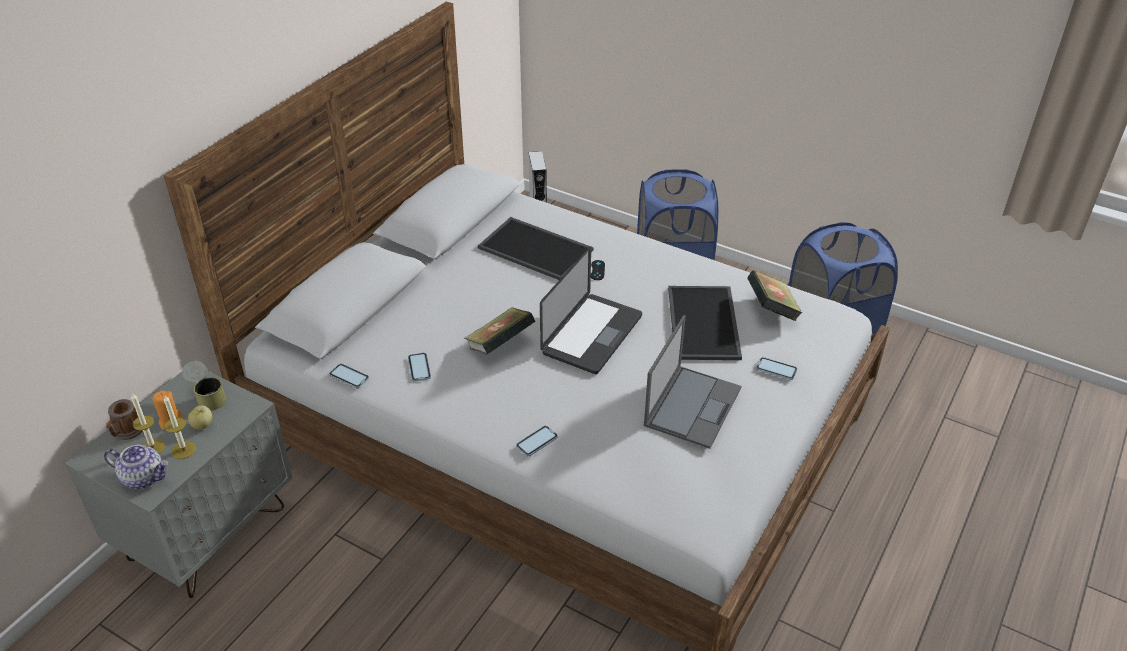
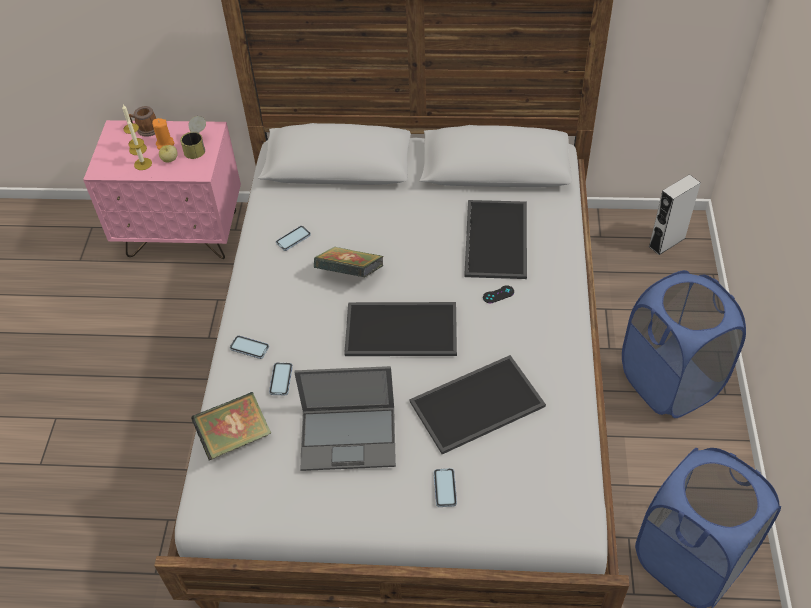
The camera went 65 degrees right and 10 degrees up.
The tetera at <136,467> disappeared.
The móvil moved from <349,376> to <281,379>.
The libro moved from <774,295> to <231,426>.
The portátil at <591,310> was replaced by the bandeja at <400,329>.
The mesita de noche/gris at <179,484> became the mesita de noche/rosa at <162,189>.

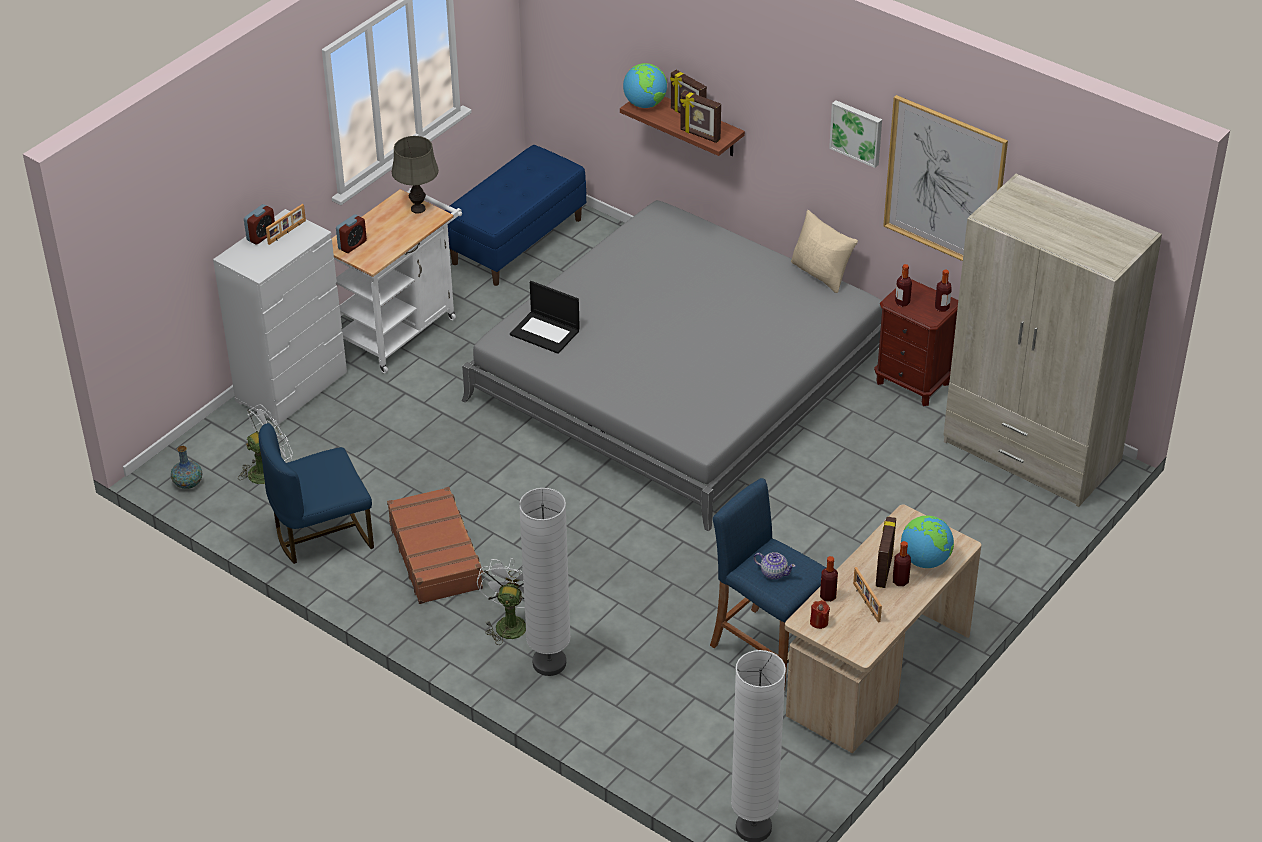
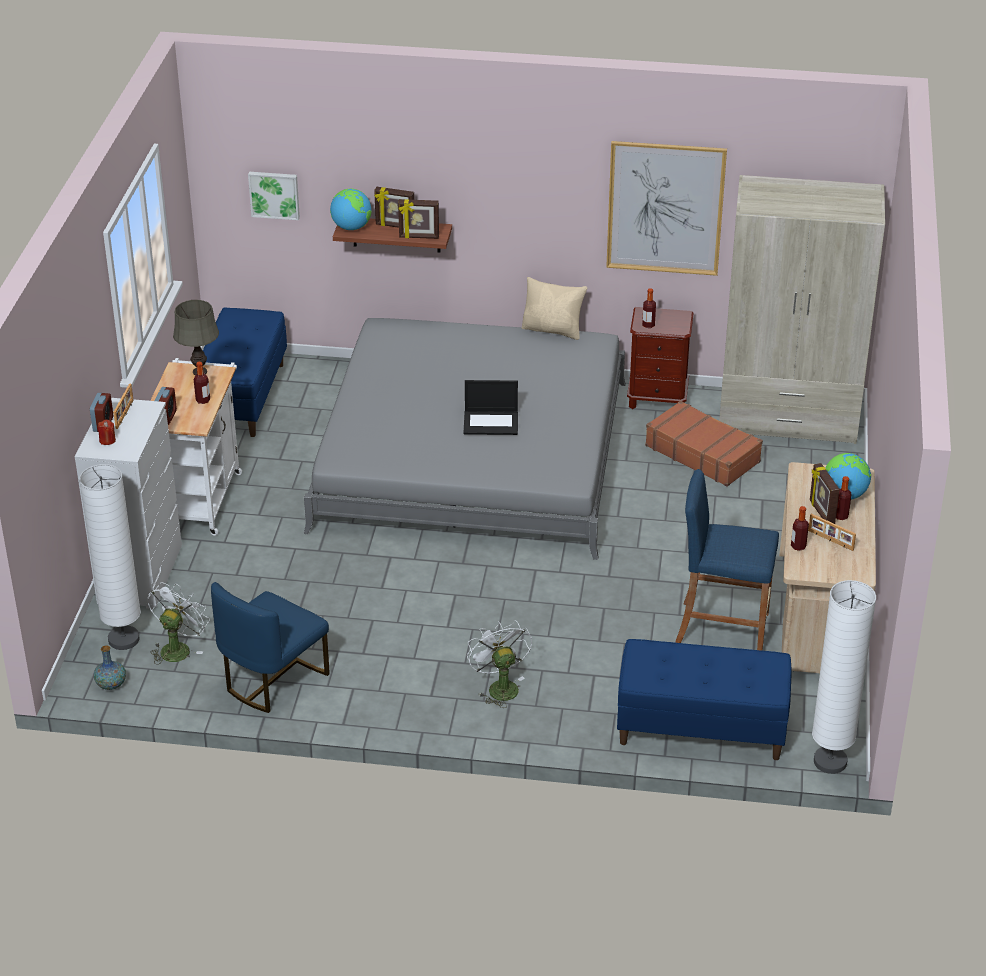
The camera went 30 degrees left and 5 degrees down.
The tetera at <775,566> disappeared.
The banco/azul at <704,699> appeared.
The maleta/marrón moved from <436,545> to <704,444>.
The portátil moved from <545,317> to <491,407>.
The lámpara de pie/blanco moved from <545,582> to <110,557>.
The vela/rojo moved from <820,614> to <106,432>.
The cuadro moved from <855,134> to <274,196>.
The botella moved from <943,290> to <202,383>.

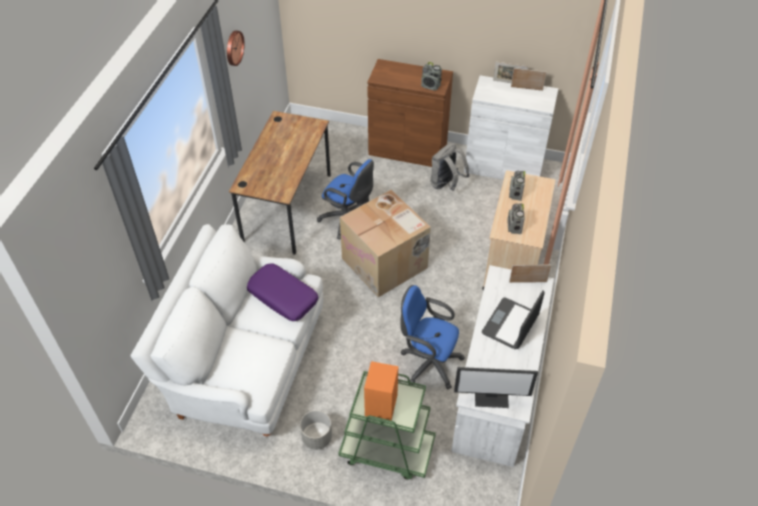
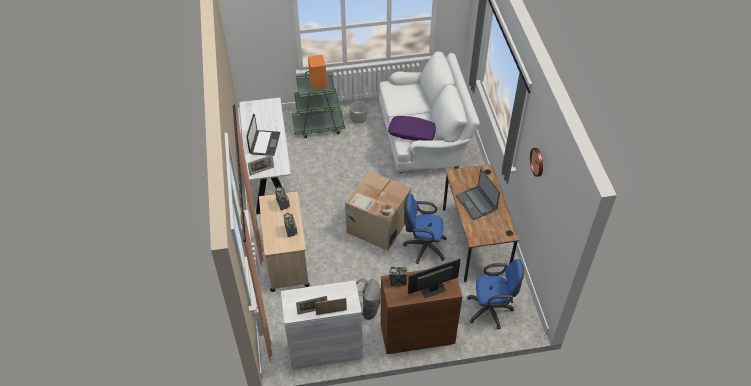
The camera went 155 degrees right and 0 degrees up.
The portátil at <478,194> appeared.
The silla de oficina/azul moved from <432,337> to <495,294>.
The monitor moved from <496,387> to <434,278>.

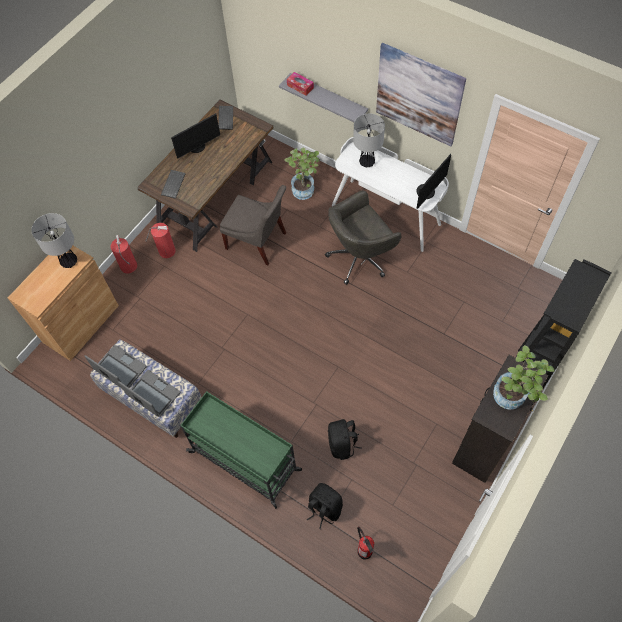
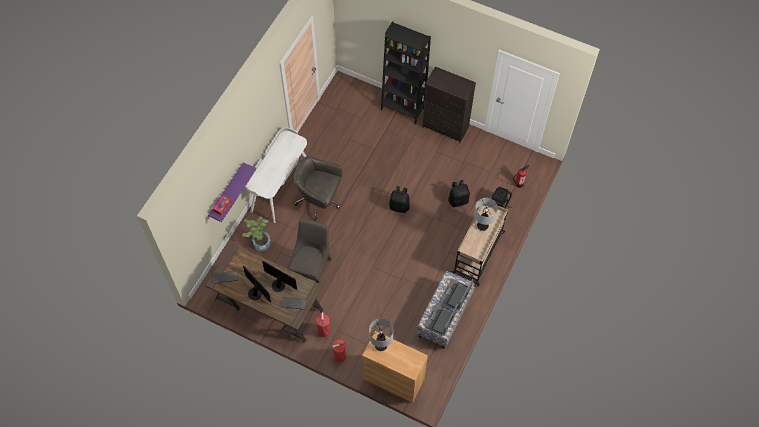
The camera went 100 degrees left and 0 degrees up.
The cuadro at <421,94> disappeared.
The planta en maceta at <524,377> disappeared.
The mochila/negro at <399,199> appeared.
The lámpara de mesa moved from <369,140> to <486,214>.
The monitor moved from <433,181> to <279,276>.
The carrito/verde at <241,450> became the carrito/beis at <479,243>.
The estante/gris at <323,97> became the estante/morado at <232,192>.
The silla de oficina/gris at <363,237> turned 150 degrees clockwise.

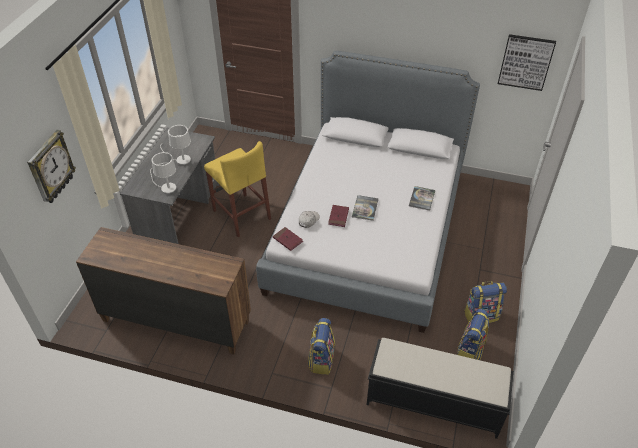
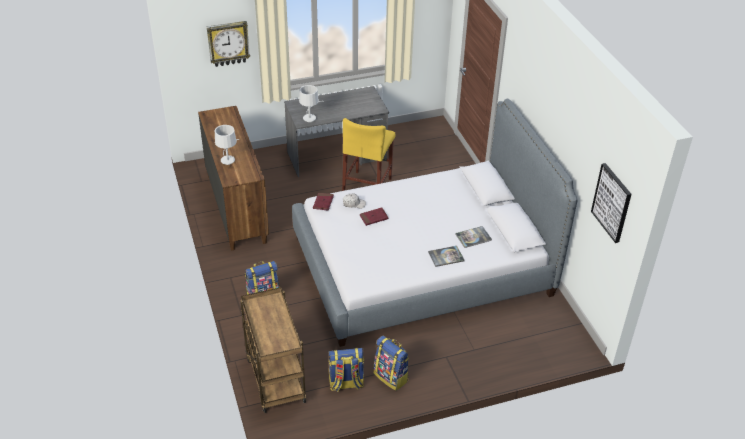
The camera went 55 degrees right and 5 degrees down.
The lámpara de mesa/blanco moved from <175,145> to <227,145>.
The libro moved from <365,208> to <473,237>.
The banco/negro at <440,388> was replaced by the carrito/marrón at <273,350>.

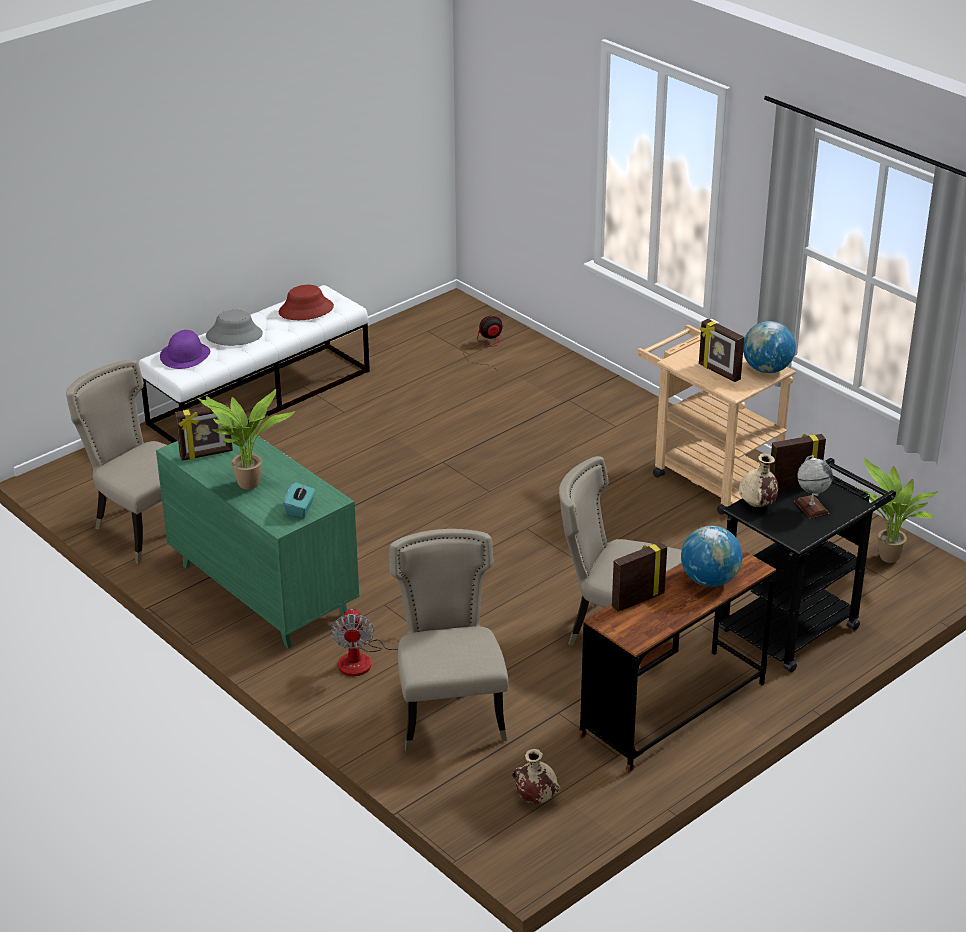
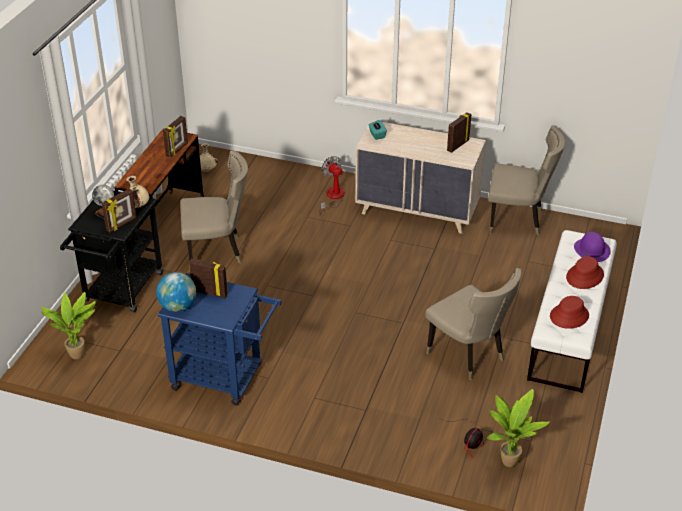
The camera went 150 degrees right and 5 degrees up.
The globo terráqueo at <711,556> disappeared.
The planta en maceta moved from <246,439> to <518,428>.
The silla/beis moved from <449,640> to <473,324>.
The cómoda/verde at <257,541> became the cómoda/beis at <420,177>.
The sombrero/gris at <234,328> became the sombrero/rojo at <585,272>.
The carrito/beis at <716,420> became the carrito/azul at <220,339>.

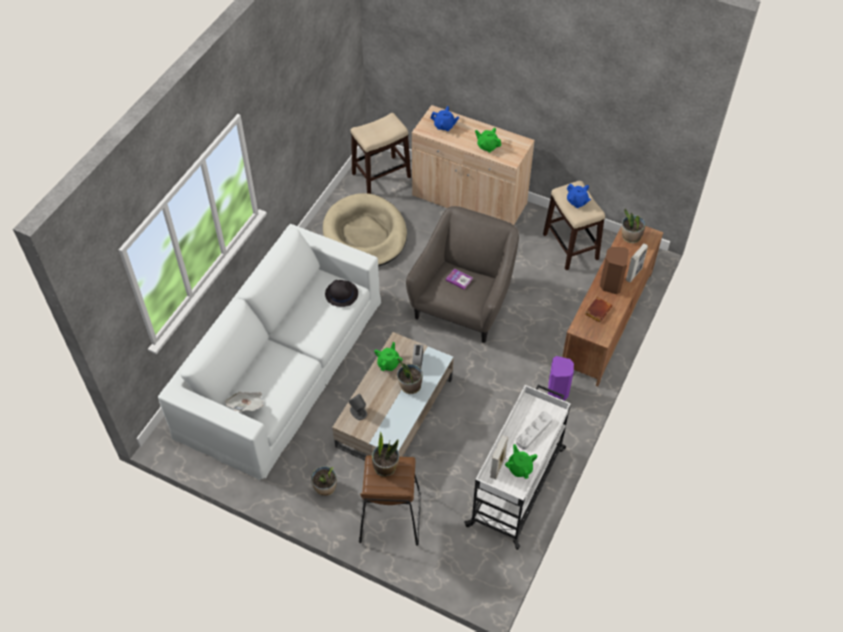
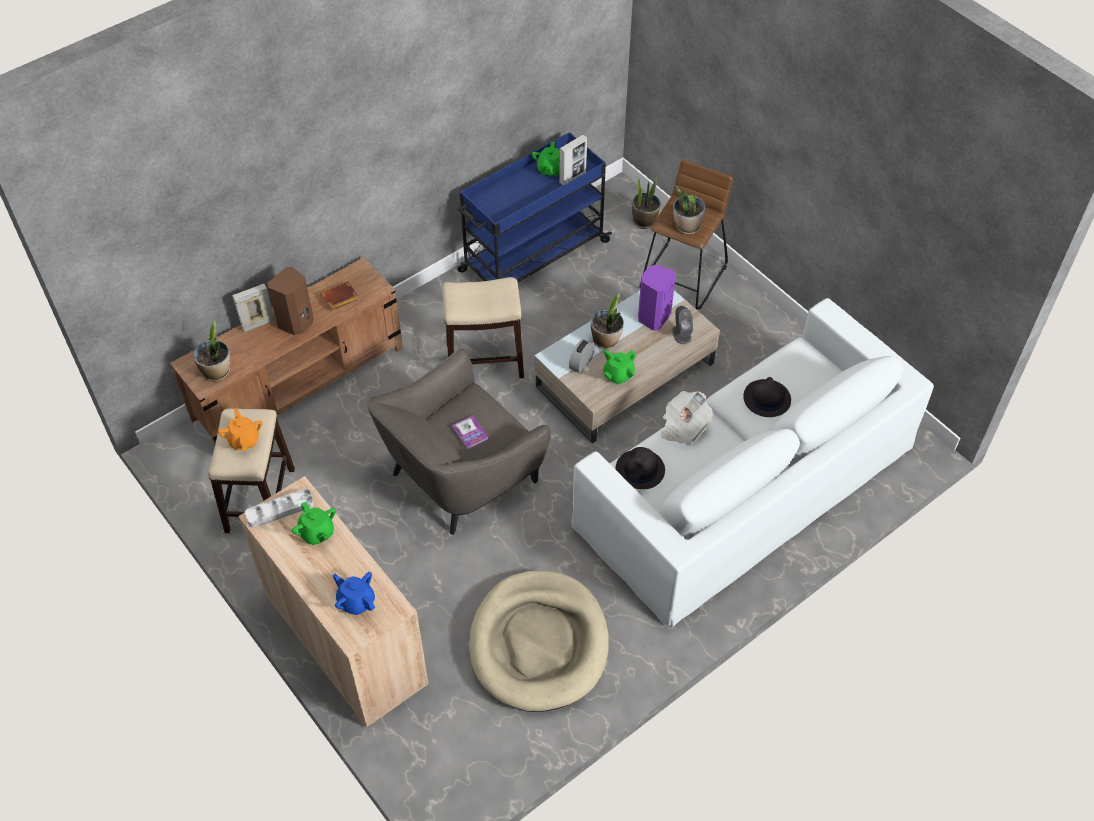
The camera went 155 degrees left and 0 degrees up.
The sombrero/negro at <767,397> appeared.
The periódico moved from <245,401> to <687,418>.
The planta en maceta moved from <324,481> to <646,203>.
The taburete moved from <381,153> to <483,327>.
The bandeja/gris moved from <534,430> to <279,508>.
The altavoz/morado moved from <561,378> to <657,298>.
The carrito/blanco at <517,467> became the carrito/azul at <534,207>.
The tetera/azul at <579,196> became the tetera/naranja at <240,429>.

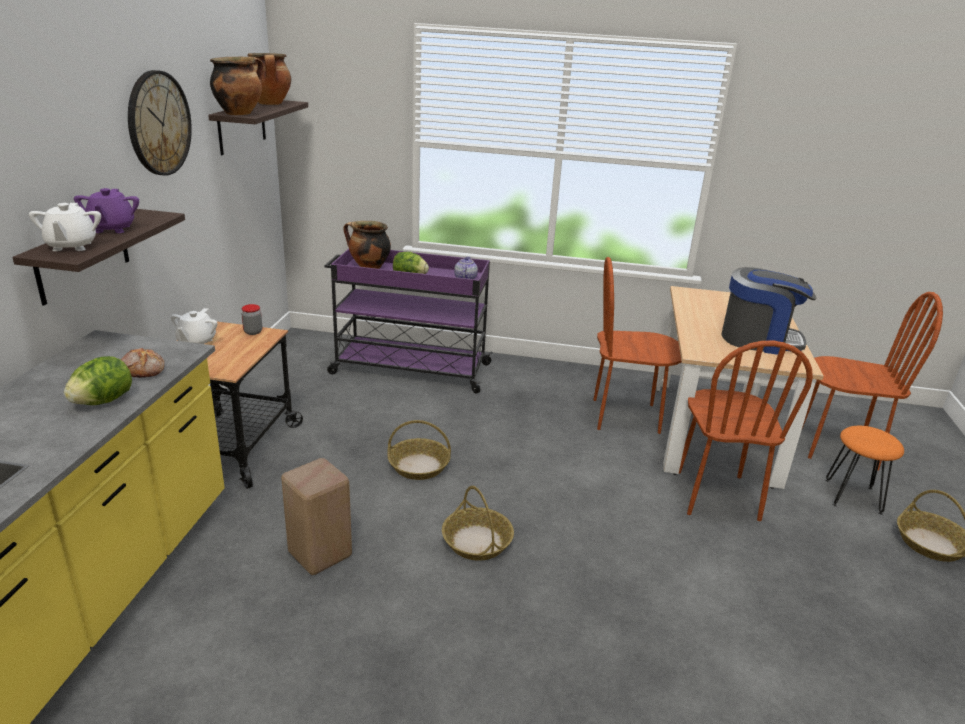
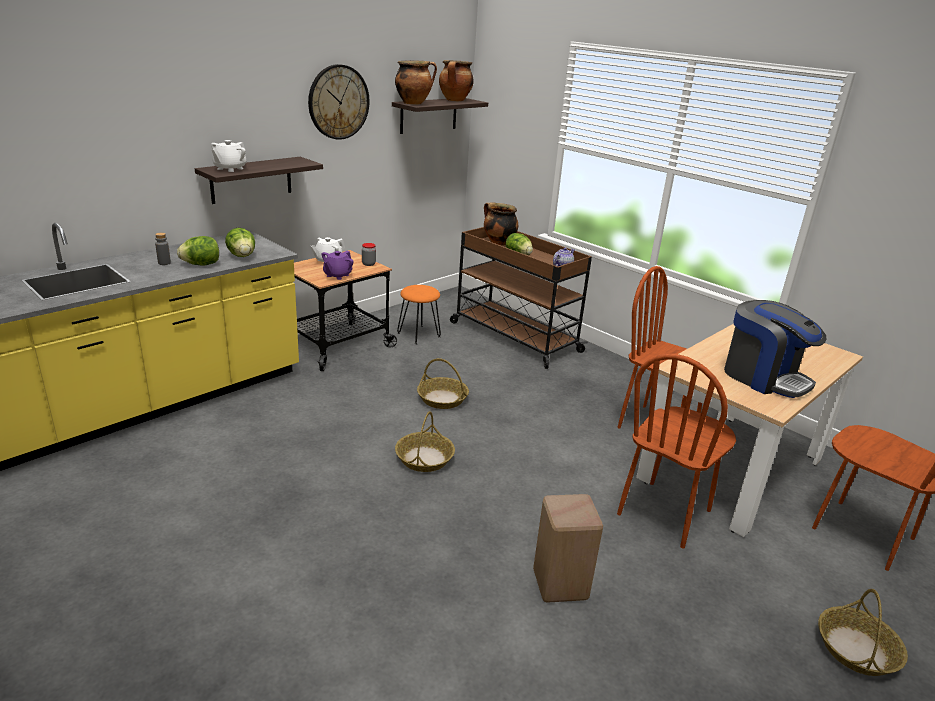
The camera went 35 degrees right and 0 degrees up.
The botella/gris at <163,249> appeared.
The tetera/morado moved from <106,210> to <337,265>.
The taburete/beis moved from <316,516> to <568,548>.
The taburete/naranja moved from <864,470> to <419,315>.
The pan at <142,363> was replaced by the lechuga at <240,242>.
The carrito/morado at <408,321> became the carrito/marrón at <521,298>.

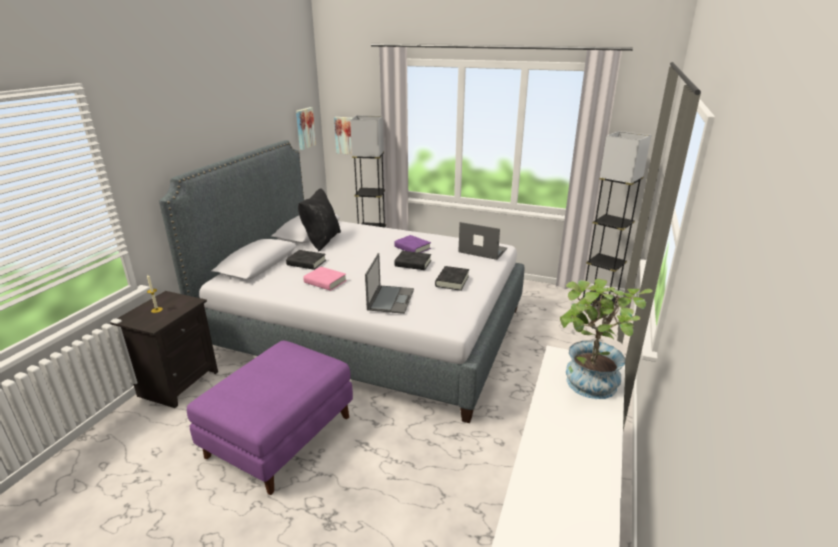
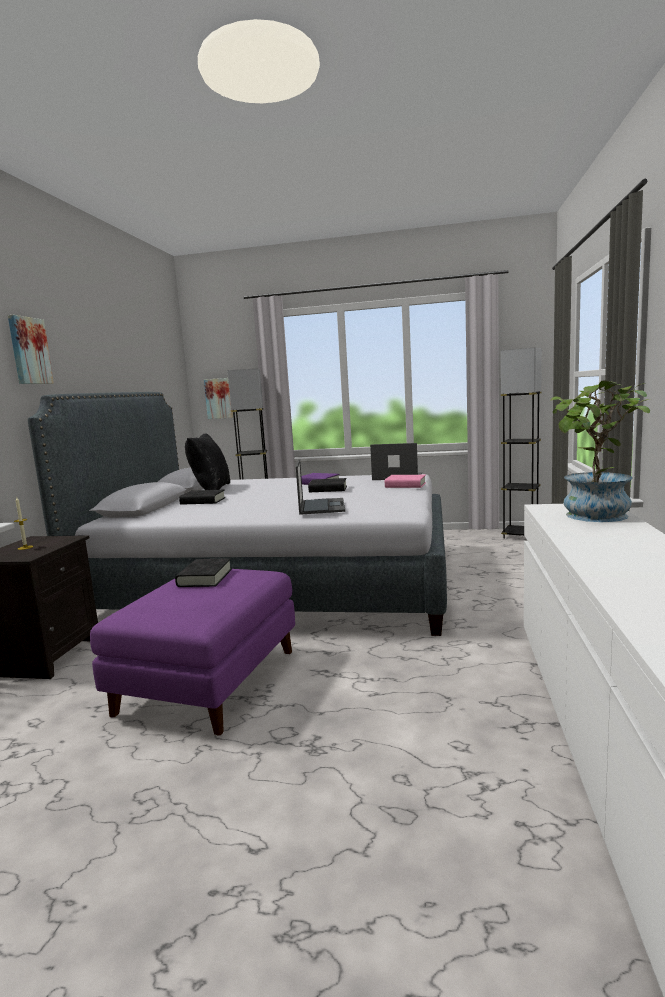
The camera went 10 degrees left and 15 degrees down.
The cuadro moved from <306,128> to <31,349>.
The libro/rosa moved from <325,279> to <405,481>.
The libro/negro moved from <452,278> to <203,572>.

